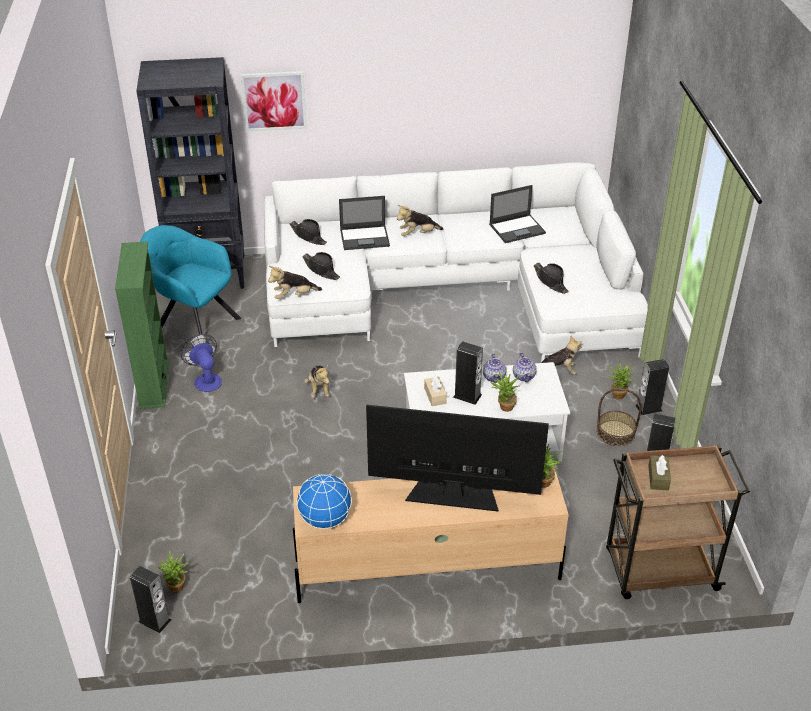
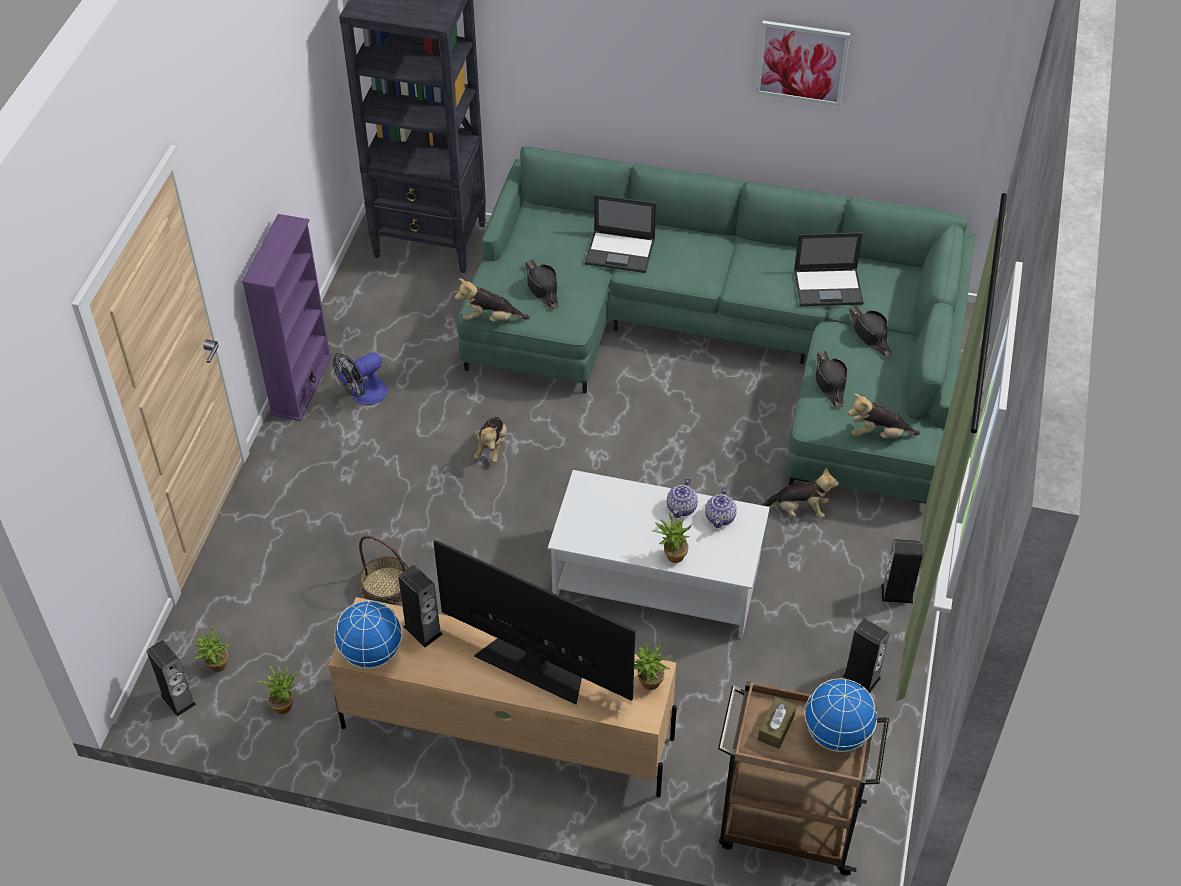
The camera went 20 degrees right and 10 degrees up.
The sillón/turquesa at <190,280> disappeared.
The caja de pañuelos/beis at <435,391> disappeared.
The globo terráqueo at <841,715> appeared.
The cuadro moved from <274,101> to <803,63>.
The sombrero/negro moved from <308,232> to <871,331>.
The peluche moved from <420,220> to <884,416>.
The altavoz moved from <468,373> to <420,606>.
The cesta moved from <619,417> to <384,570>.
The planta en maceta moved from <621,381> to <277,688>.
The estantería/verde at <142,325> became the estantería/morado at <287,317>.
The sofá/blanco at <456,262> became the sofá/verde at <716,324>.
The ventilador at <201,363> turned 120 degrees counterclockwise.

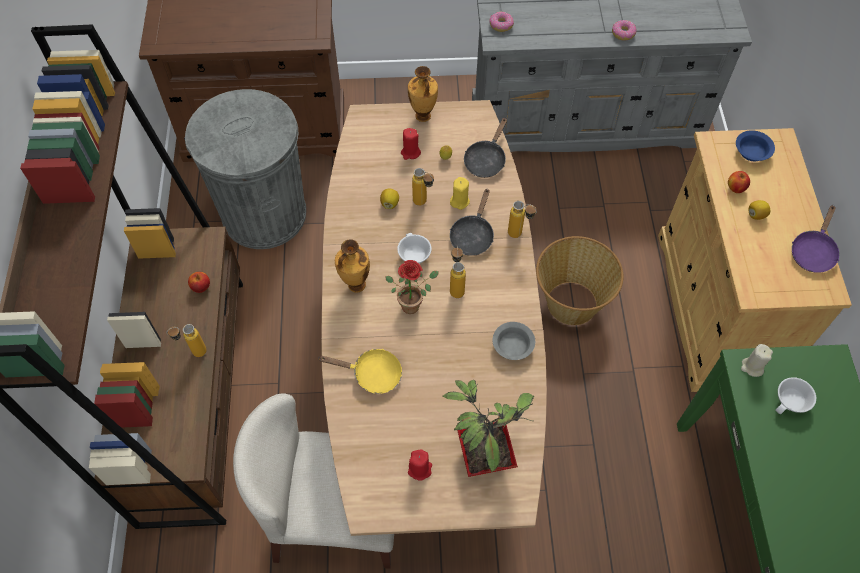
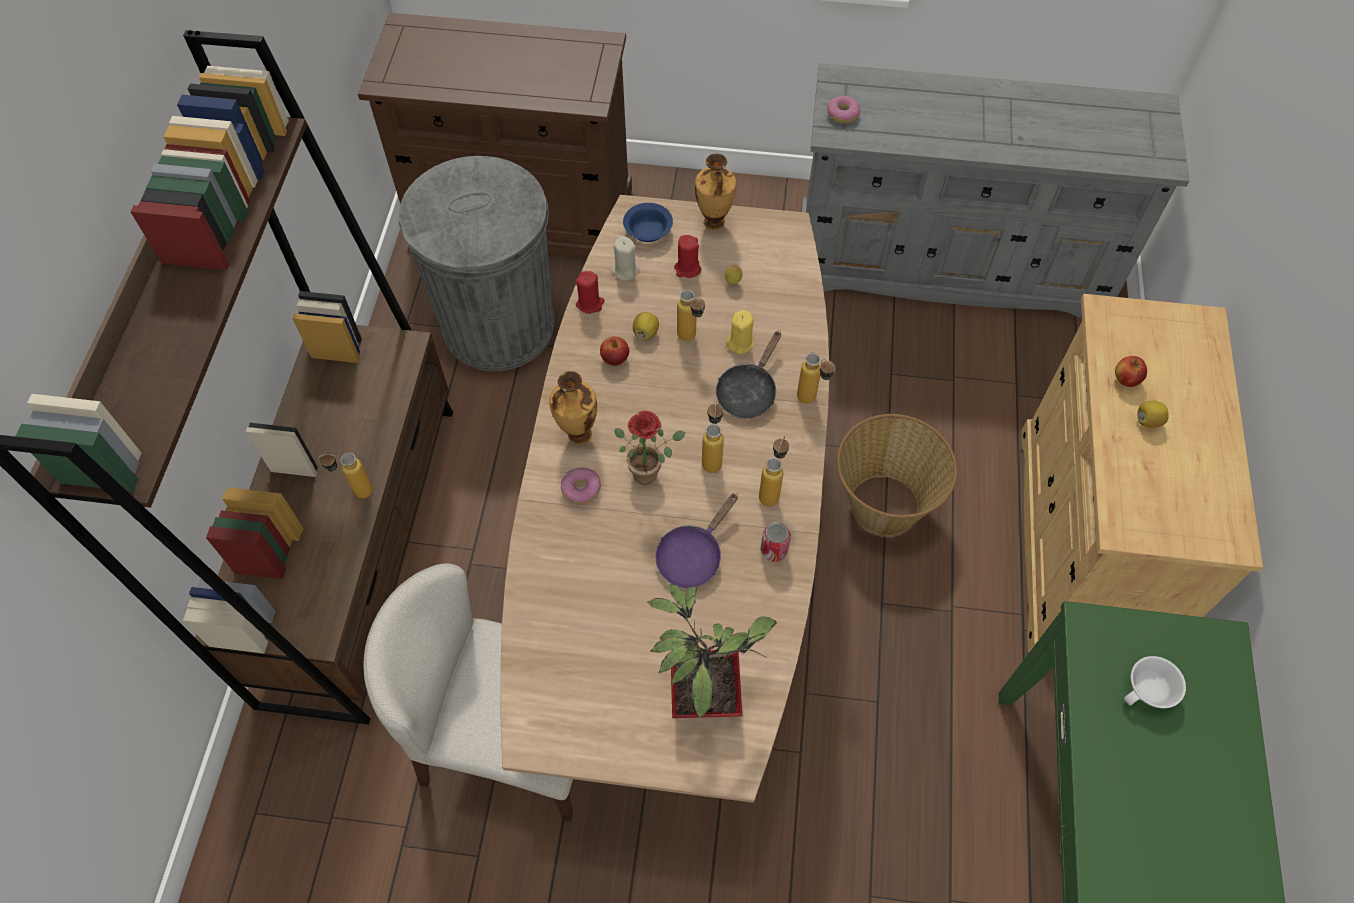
The camera went 10 degrees right and 0 degrees up.
The sartén/amarillo at <360,371> disappeared.
The taza/blanco at <414,248> disappeared.
The sartén/negro at <485,147> disappeared.
The botella at <774,471> appeared.
The manzana moved from <199,282> to <614,351>.
The vela/rojo moved from <420,465> to <589,292>.
The rosquilla moved from <624,30> to <581,485>.
The cuenco/azul moved from <755,145> to <648,222>.
The vela/beis moved from <757,360> to <625,258>.
The sartén/morado moved from <815,239> to <696,540>.
The cuenco/gris at <514,341> was replaced by the lata at <776,542>.

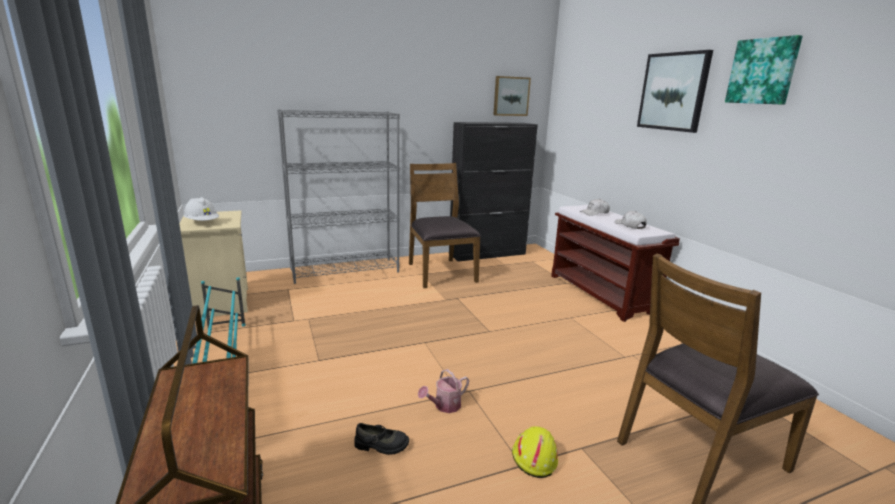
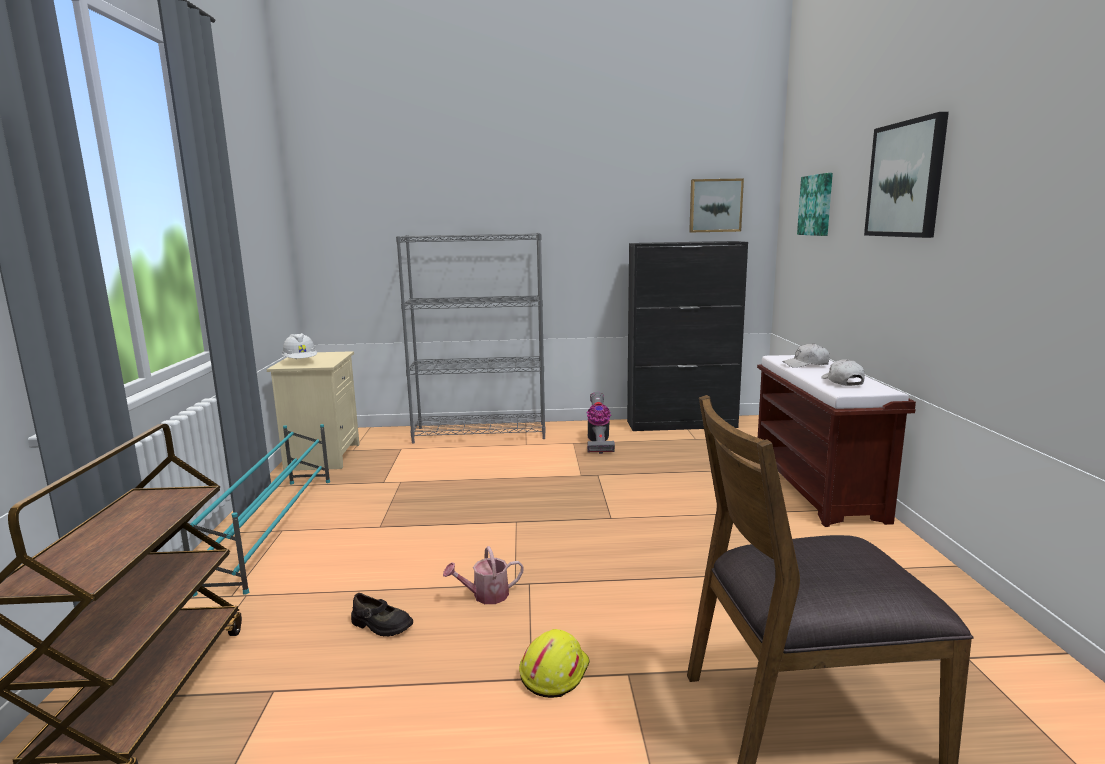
The camera went 20 degrees right and 5 degrees down.
The cuadro moved from <764,70> to <815,204>.
The silla/marrón at <445,225> was replaced by the aspiradora at <600,423>.

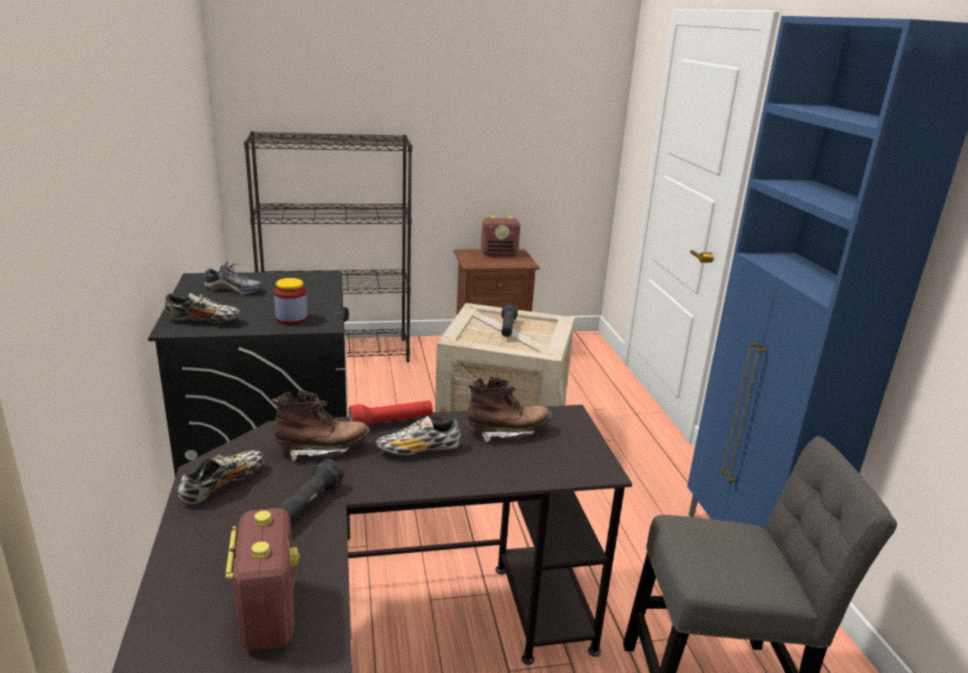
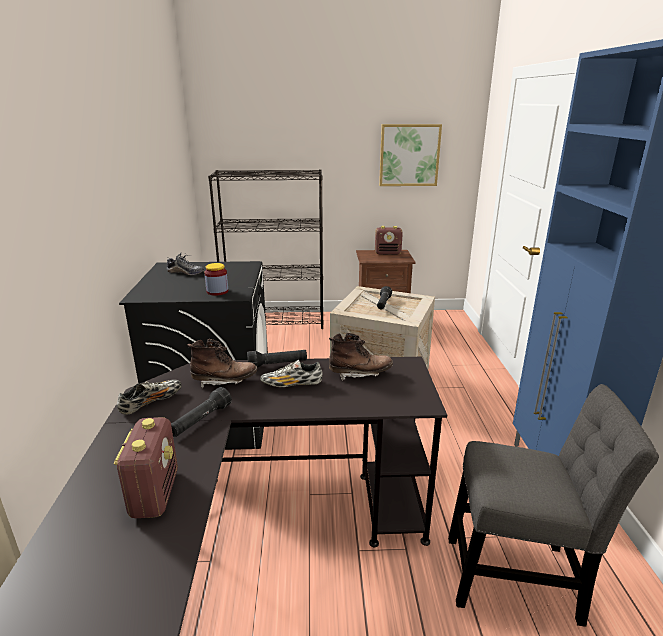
The camera went 10 degrees right and 0 degrees up.
The zapato at <203,308> disappeared.
The cuadro at <410,155> appeared.
The linterna/rojo at <391,413> became the linterna/negro at <277,359>.

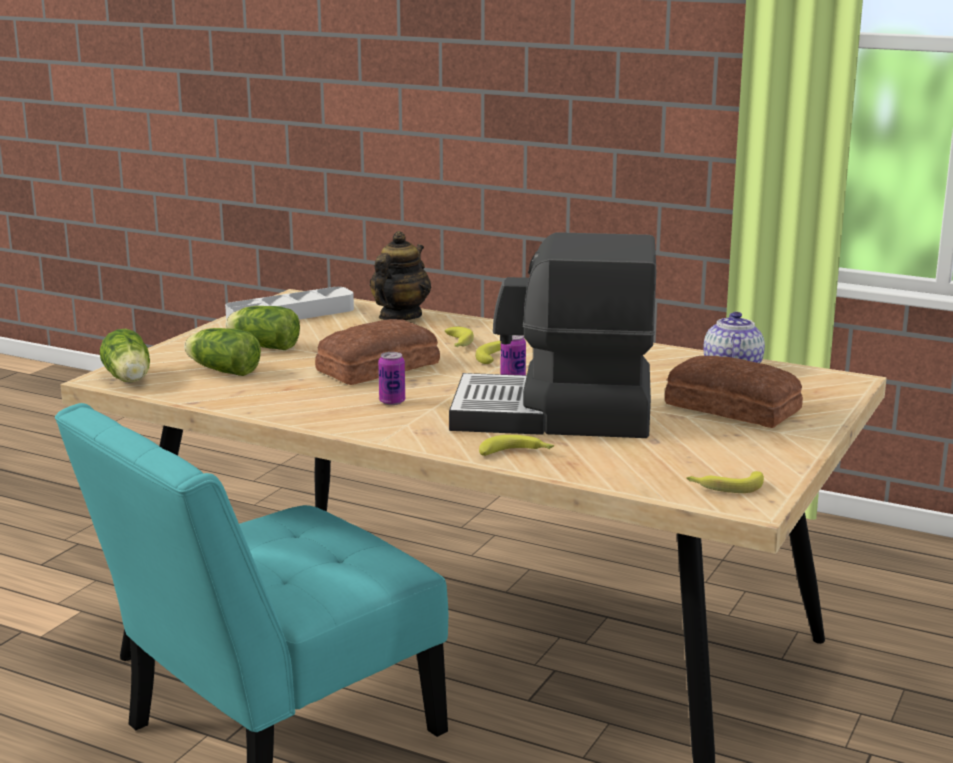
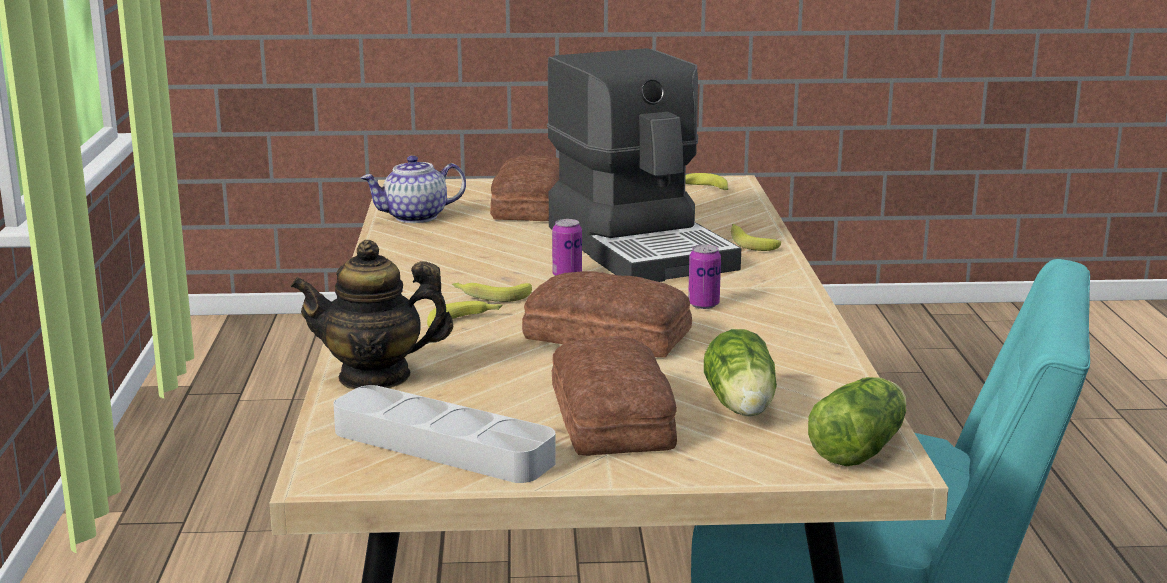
The camera went 120 degrees left and 0 degrees up.
The lechuga at <263,328> was replaced by the pan at <614,396>.

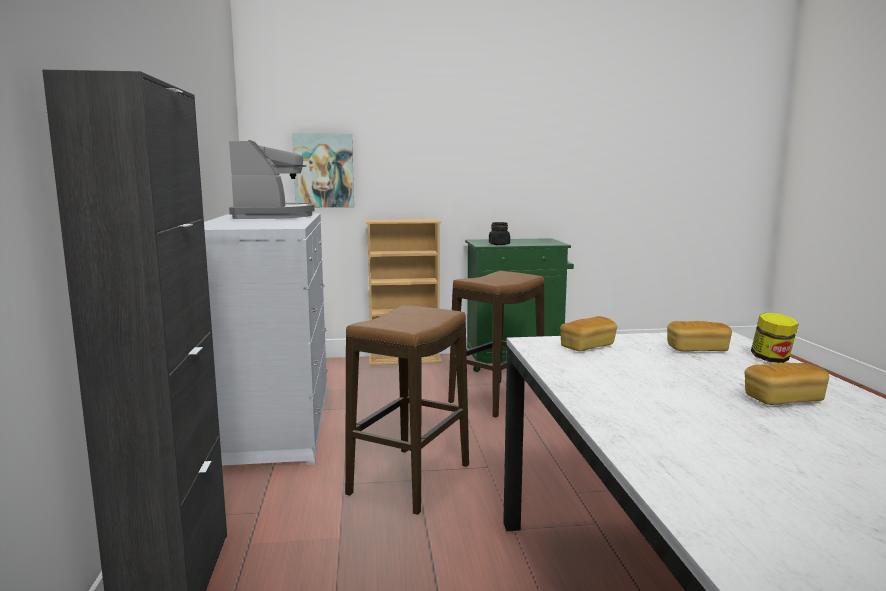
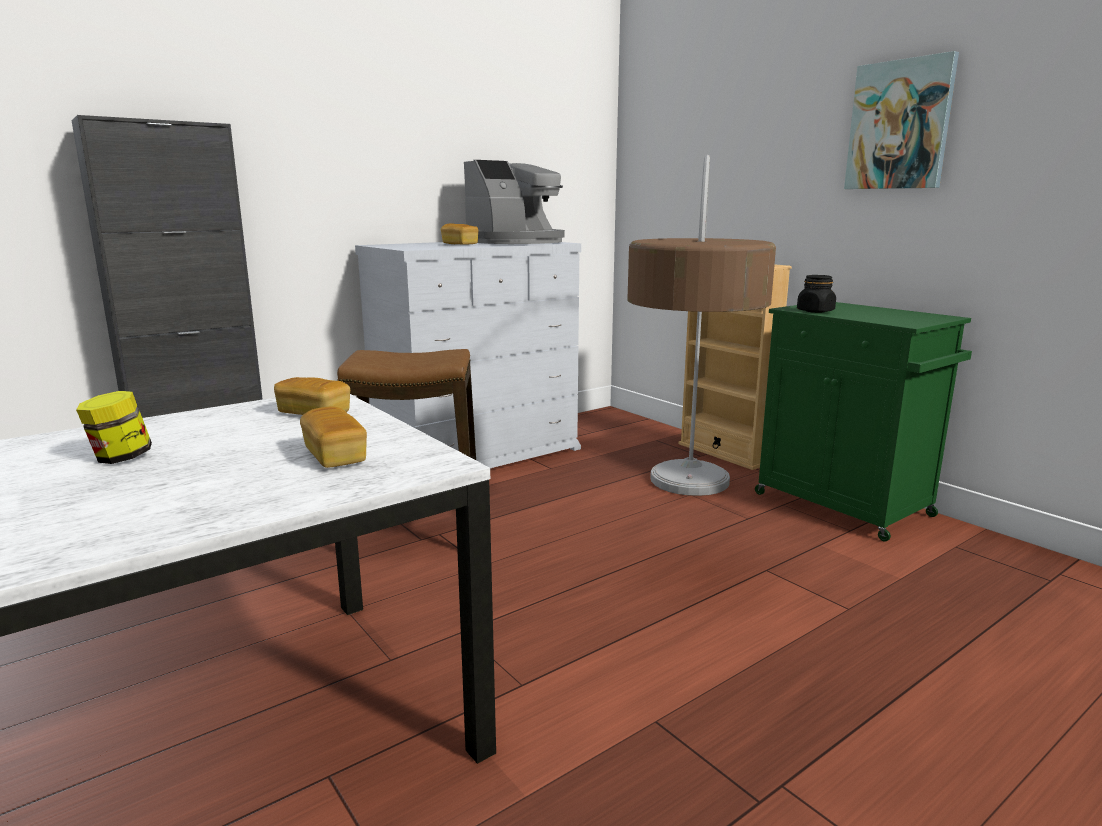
The camera went 60 degrees right and 5 degrees up.
The cuadro moved from <323,170> to <901,120>.
The pan moved from <787,384> to <459,234>.
The tarro moved from <775,338> to <114,427>.
The taburete at <496,344> was replaced by the lámpara de pie at <701,325>.

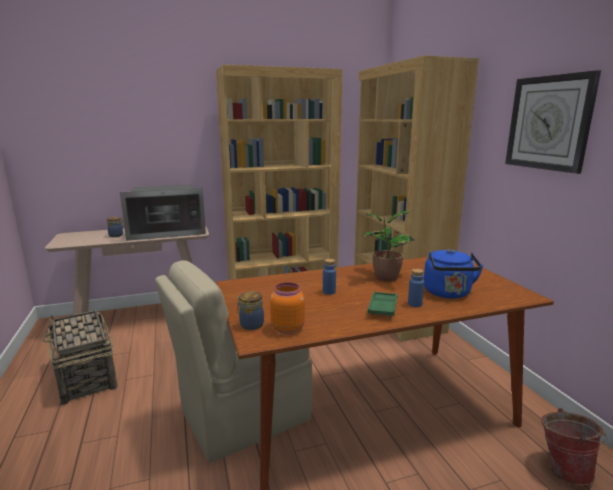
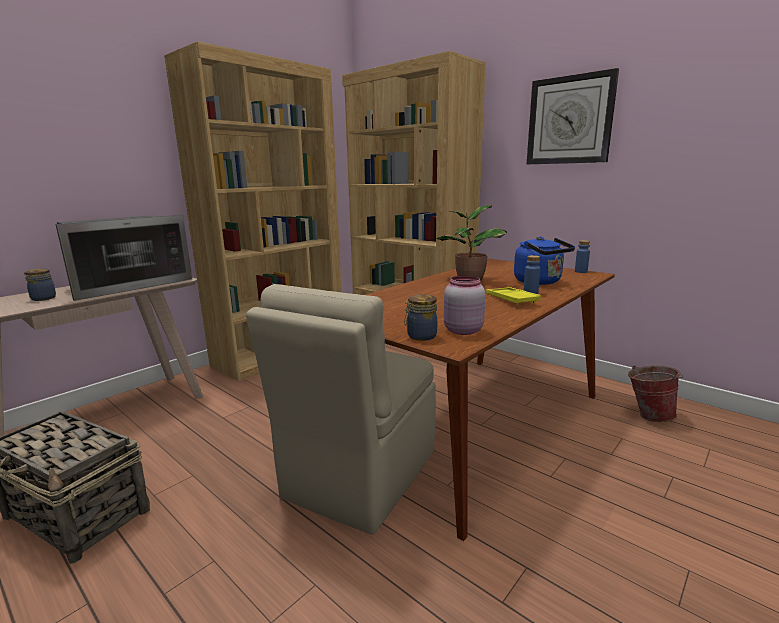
The camera went 30 degrees left and 0 degrees up.
The botella/azul moved from <329,277> to <582,256>.
The tarro/naranja at <287,308> became the tarro/rosa at <464,305>.
The bandeja/verde at <382,304> became the bandeja/amarillo at <513,296>.

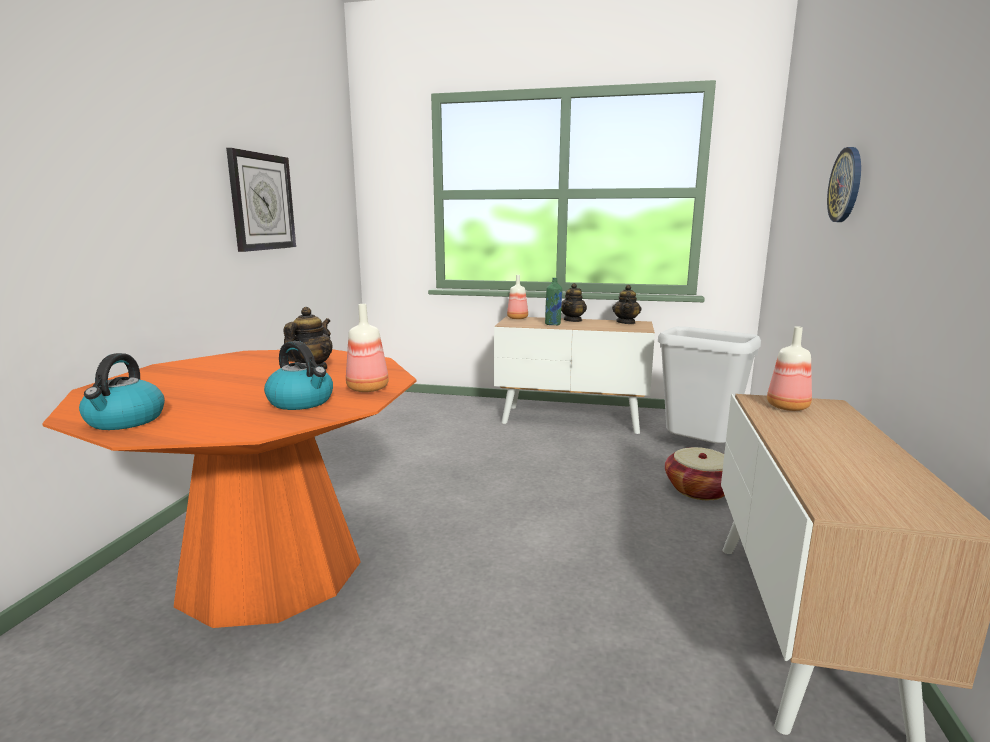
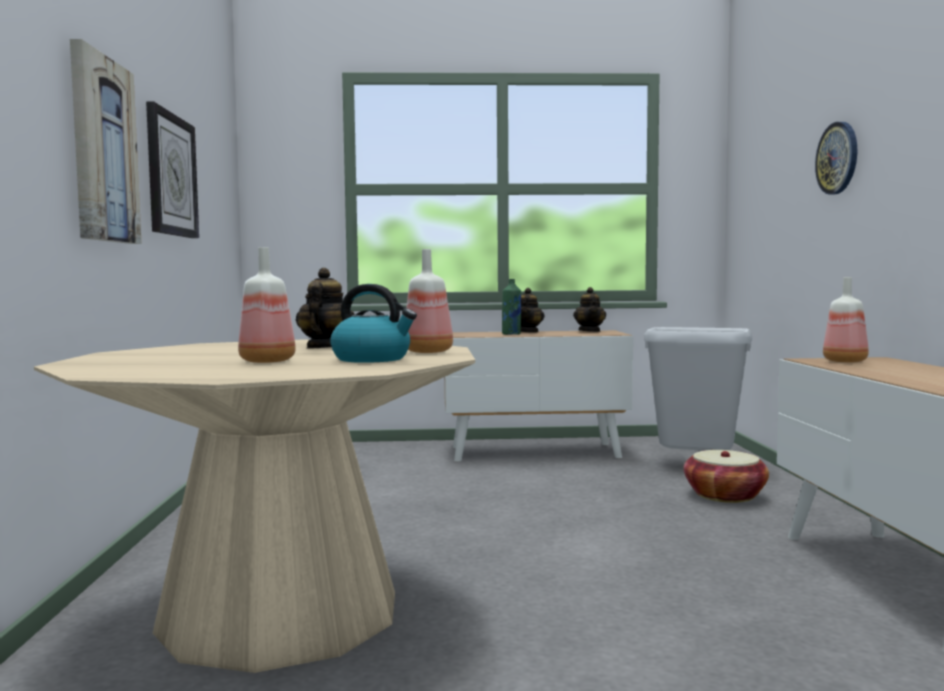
The camera went 15 degrees left and 10 degrees down.
The hervidor at <122,391> disappeared.
The cuadro at <106,141> appeared.
The botella moved from <517,297> to <267,305>.
The mesa de comedor/naranja at <229,488> became the mesa de comedor/beis at <254,506>.

